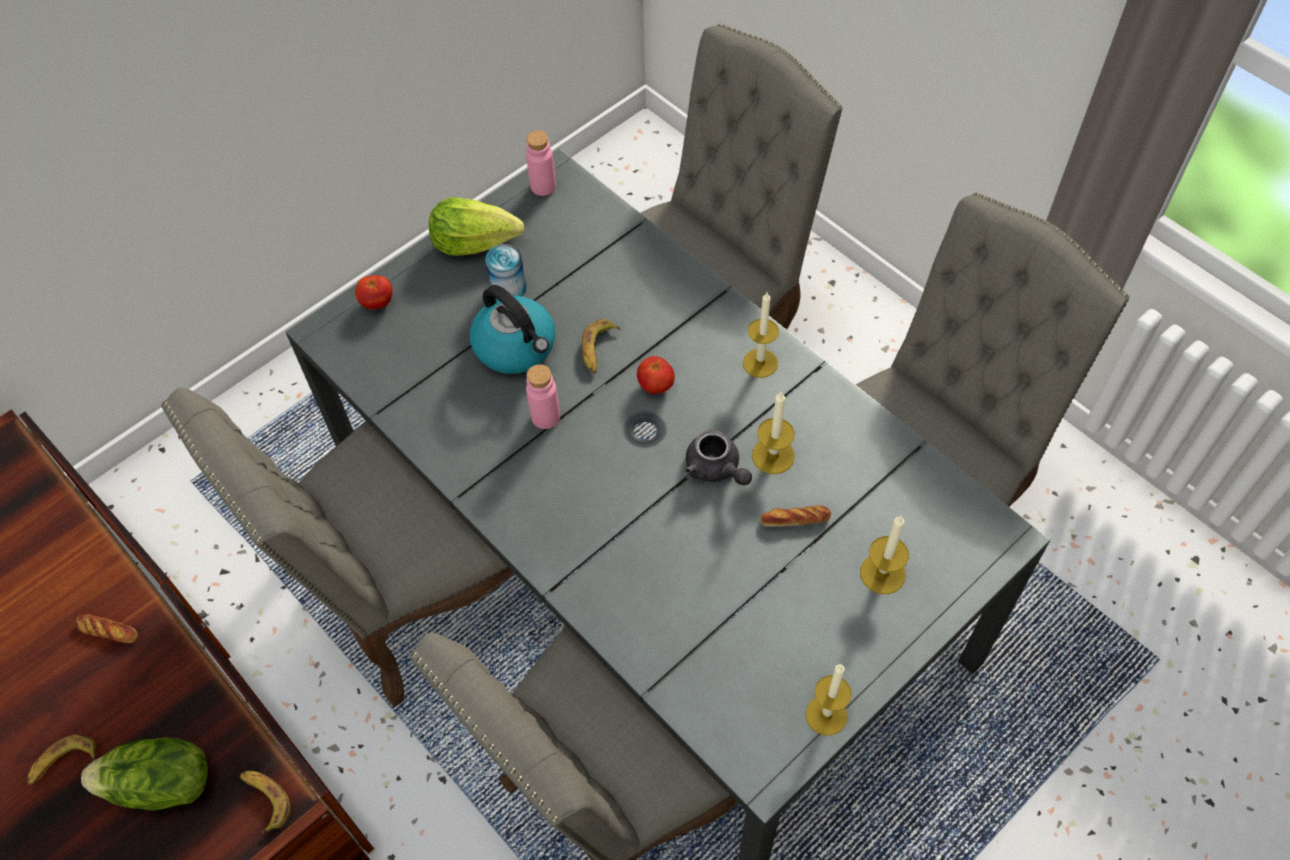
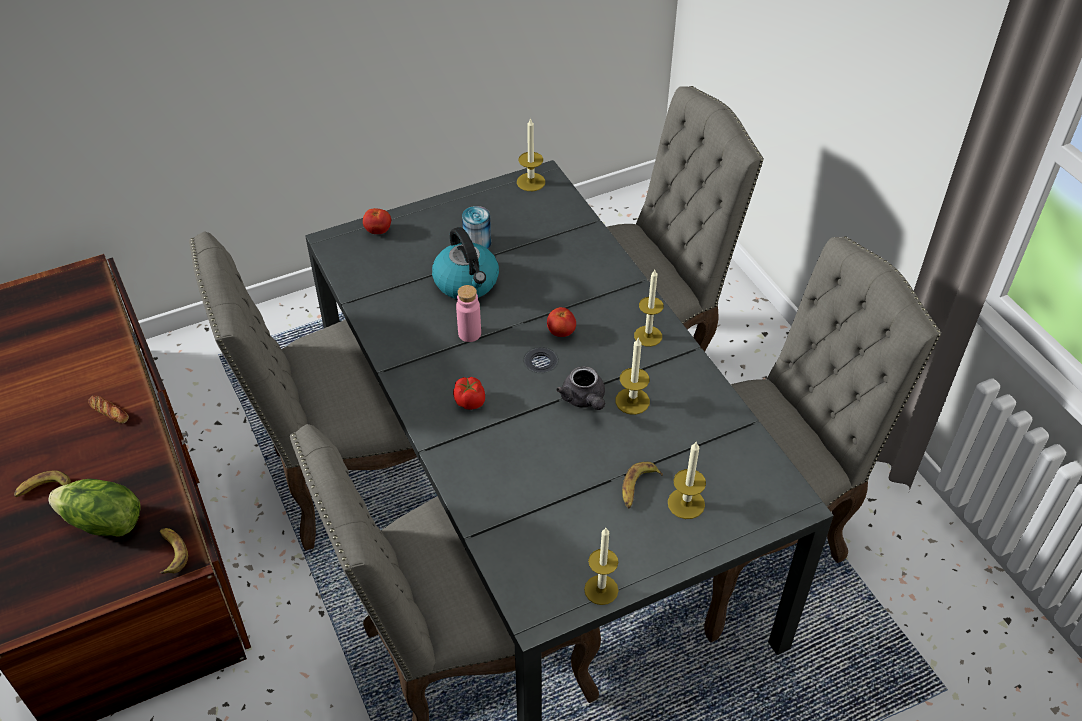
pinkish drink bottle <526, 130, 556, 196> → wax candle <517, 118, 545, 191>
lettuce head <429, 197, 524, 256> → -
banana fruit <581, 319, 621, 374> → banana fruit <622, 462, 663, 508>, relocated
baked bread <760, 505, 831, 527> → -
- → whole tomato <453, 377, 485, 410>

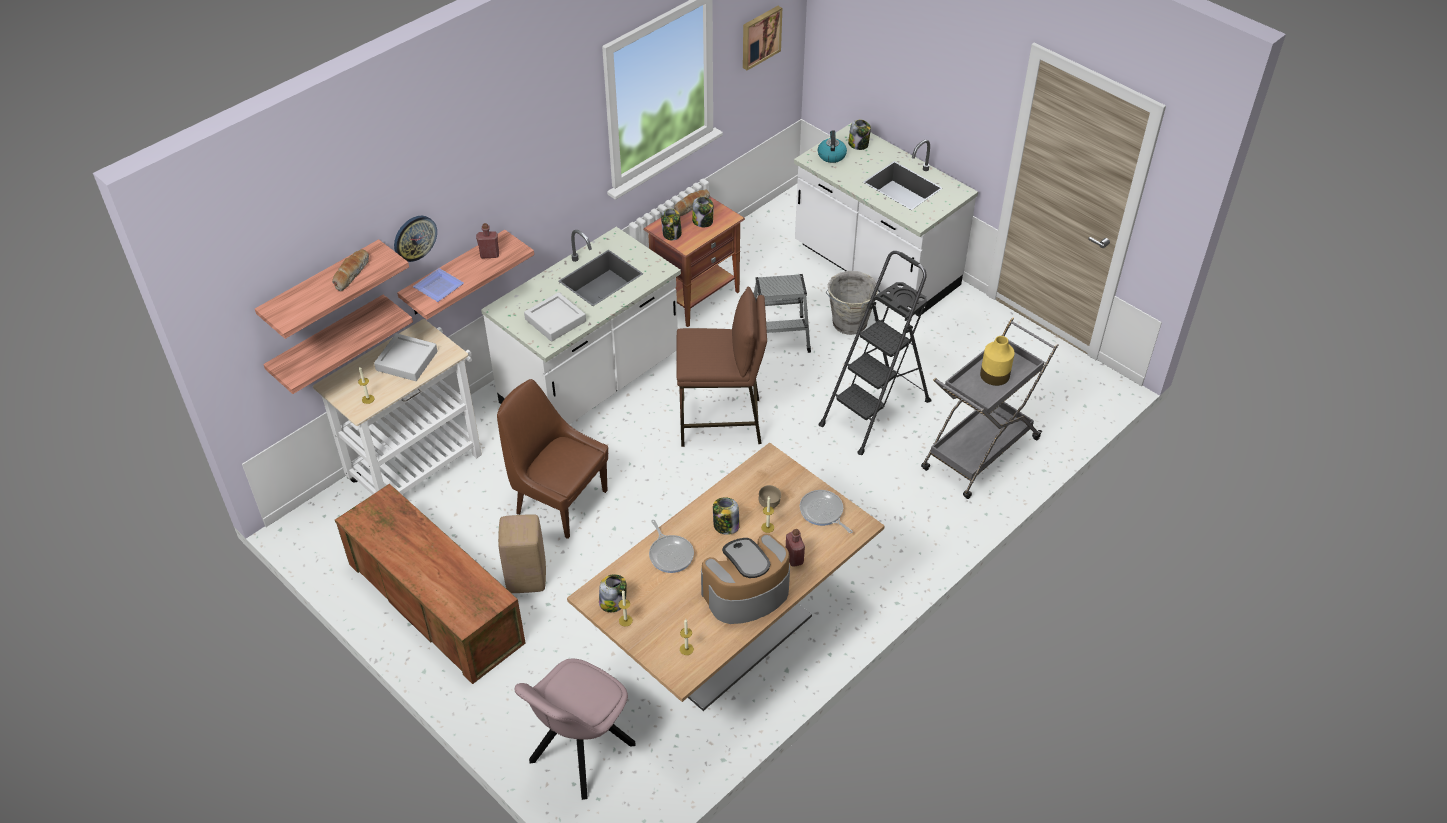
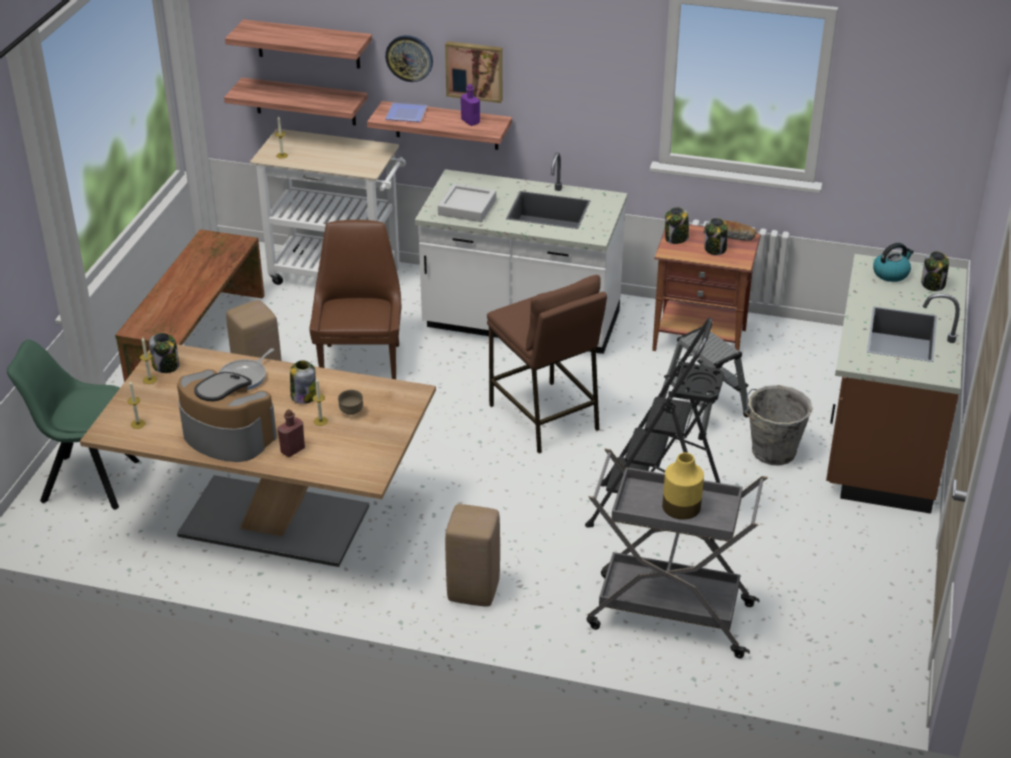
wall art <743, 6, 782, 70> → wall art <445, 41, 503, 103>, relocated
whitish counter <794, 123, 978, 317> → brownish counter <826, 254, 967, 514>
red-coloured drink bottle <476, 223, 499, 259> → purple-coloured drink bottle <461, 84, 480, 126>
baked bread <332, 249, 369, 291> → -
gray serving tray <374, 333, 438, 381> → -
pan <800, 490, 853, 533> → -
pinkish plain chair <514, 659, 636, 800> → greenish plain chair <7, 340, 140, 510>
- → beige stool seat <445, 504, 500, 607>

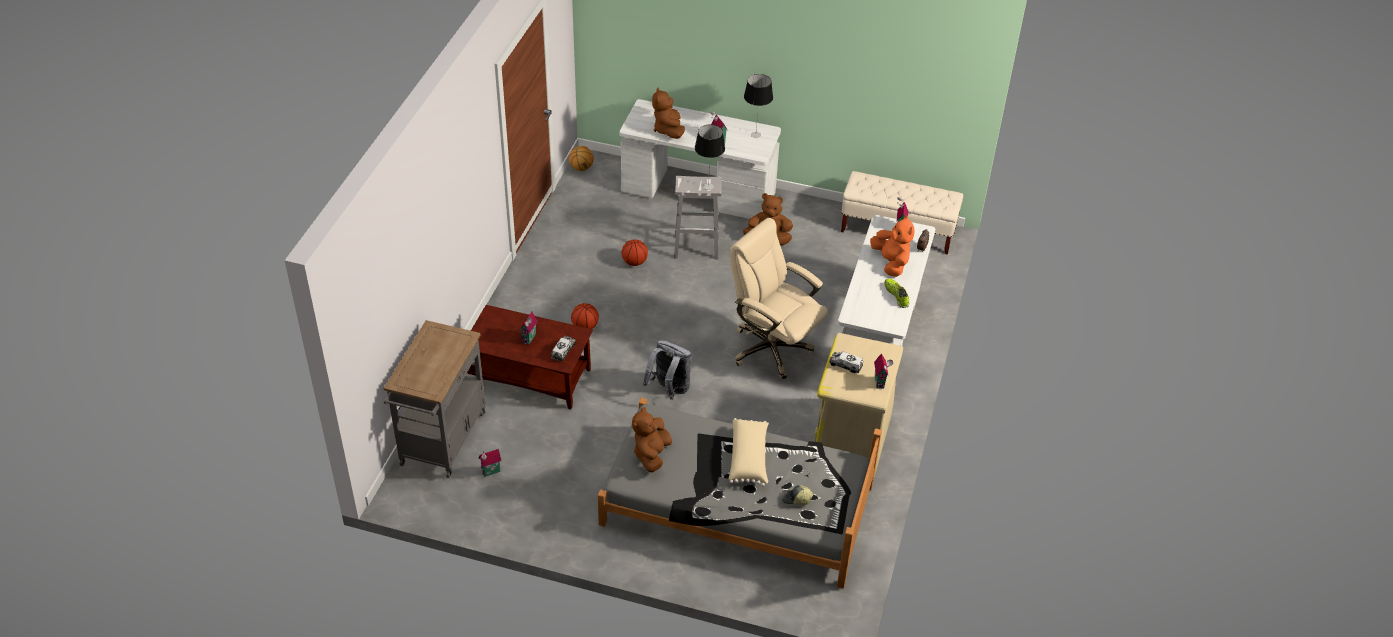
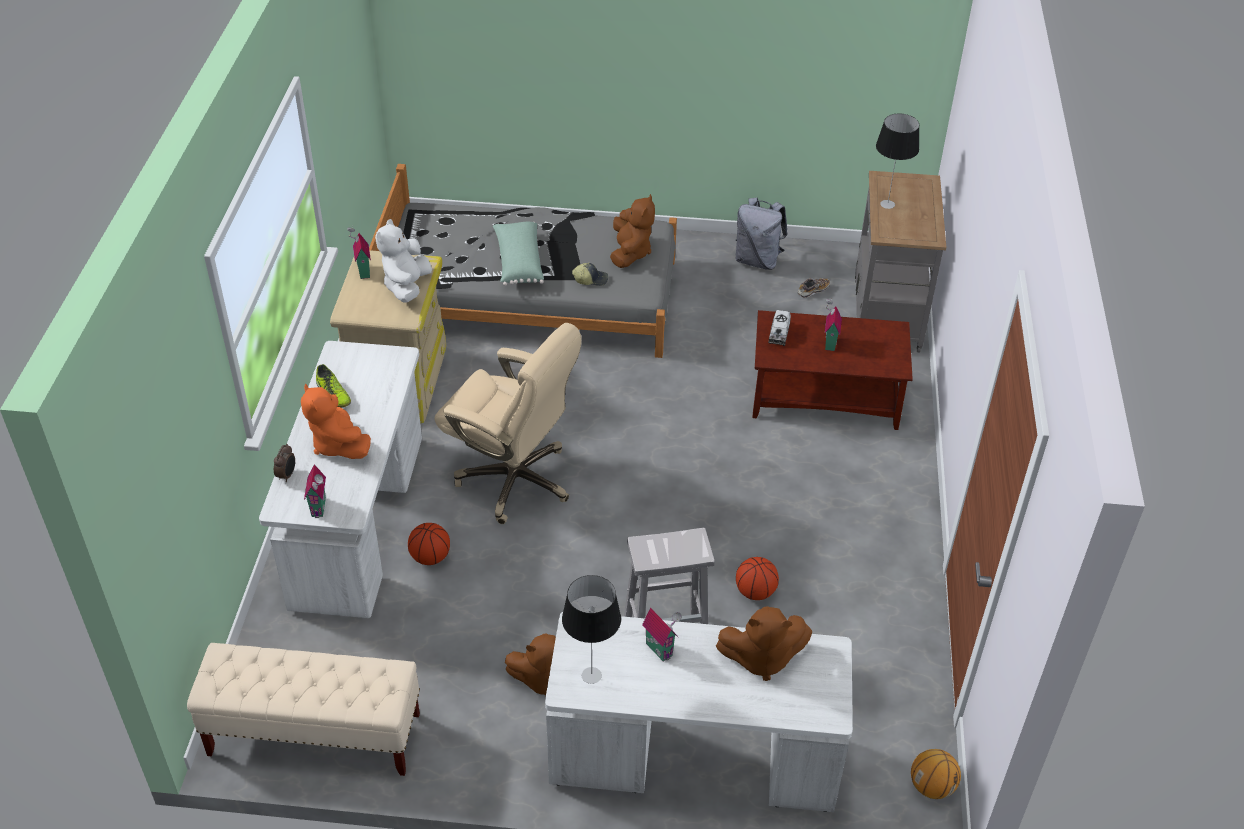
brownish plush toy <652, 88, 685, 139> → brownish plush toy <716, 607, 812, 681>, 105 degrees clockwise
tabletop lamp <695, 124, 725, 190> → tabletop lamp <876, 114, 919, 209>, relocated
ball for basketball <571, 303, 599, 329> → ball for basketball <408, 523, 450, 565>, relocated
gray rucksack <643, 340, 692, 400> → gray rucksack <735, 197, 788, 270>, relocated
toy lorry <830, 352, 863, 373> → whitish plush toy <375, 219, 432, 303>
beige cushion <729, 418, 769, 486> → greenish cushion <493, 222, 544, 286>
model house <478, 449, 501, 477> → low shoe <797, 278, 830, 298>
baseball cap <781, 485, 813, 505> → baseball cap <572, 263, 608, 286>, relocated

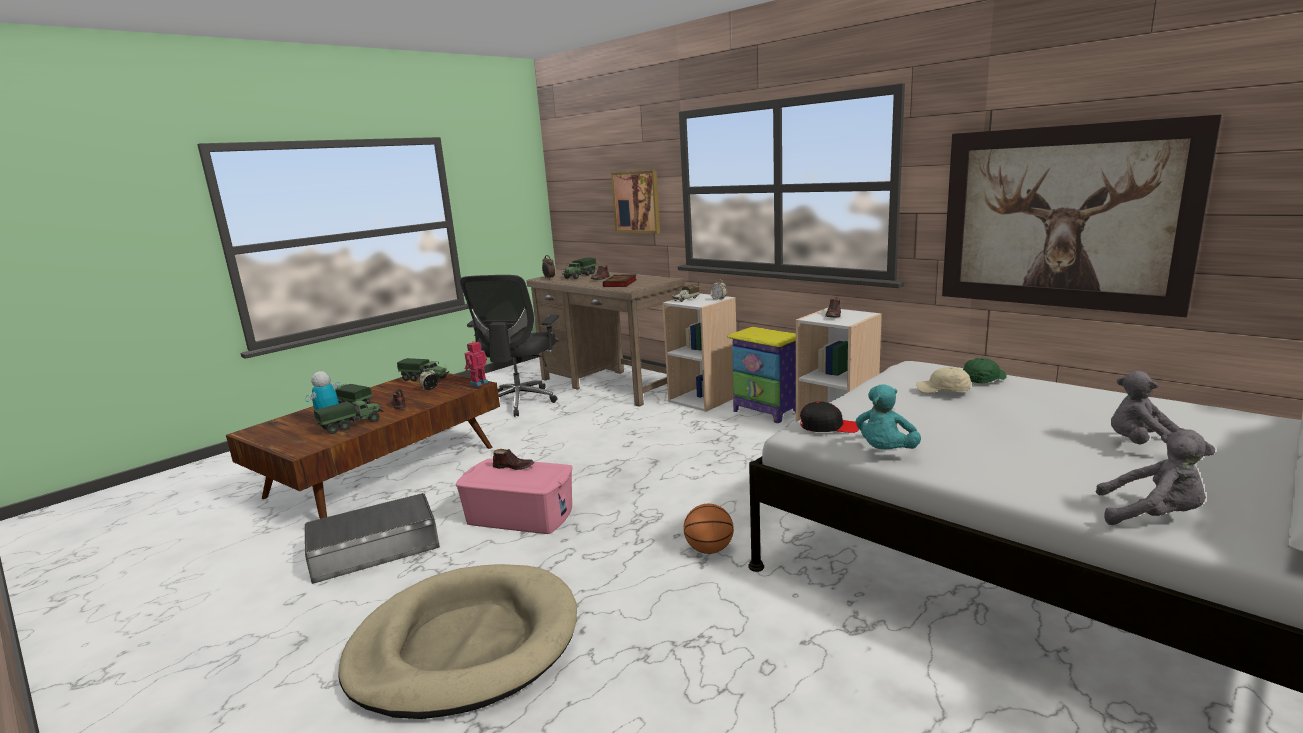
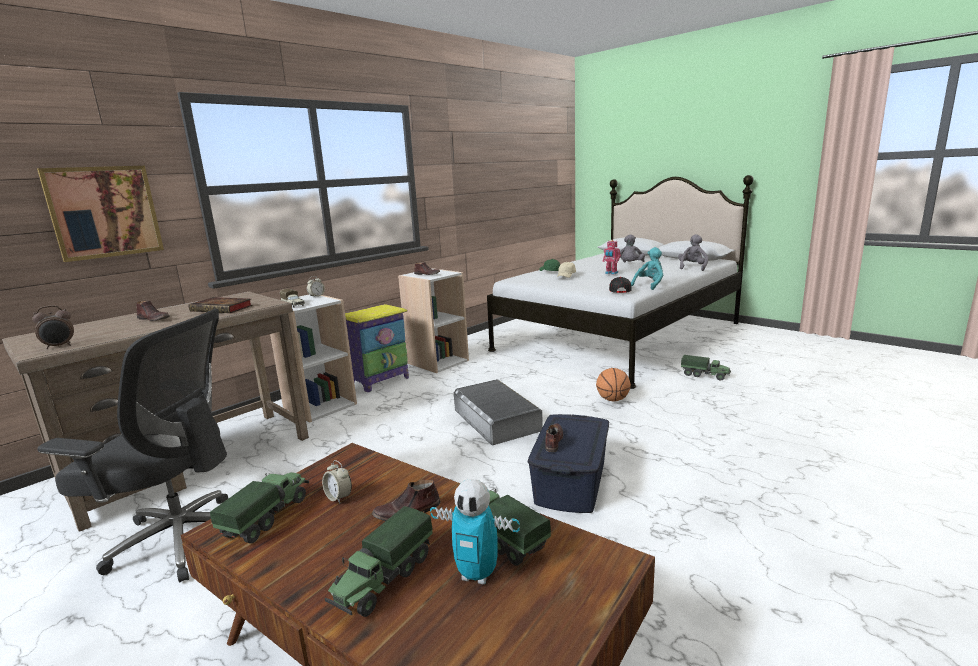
wall art <942, 114, 1222, 317> → -
toy lorry <562, 257, 596, 279> → toy lorry <681, 355, 731, 381>, relocated
robot figure <465, 341, 488, 386> → robot figure <603, 240, 621, 275>, relocated
blue-green plush toy <856, 384, 921, 450> → blue-green plush toy <631, 247, 663, 290>, 75 degrees counterclockwise
pinkish storage bin <456, 459, 573, 534> → blue storage bin <528, 414, 609, 513>
gray storage bin <305, 493, 440, 584> → gray storage bin <454, 379, 543, 445>, relocated
beige dog bed <338, 564, 577, 719> → -

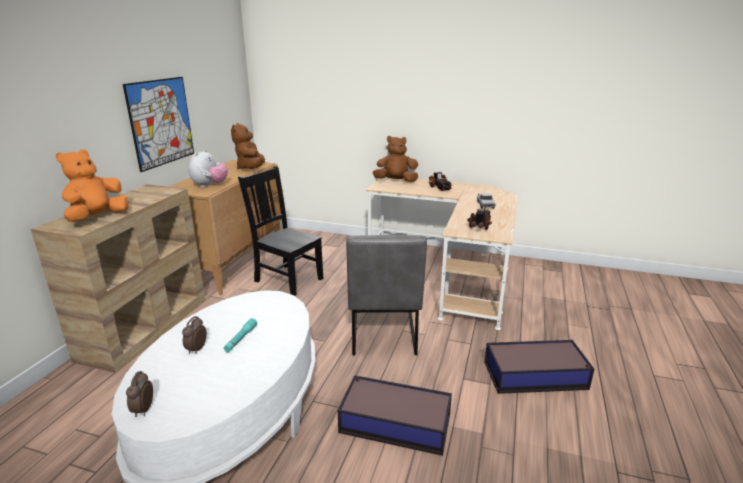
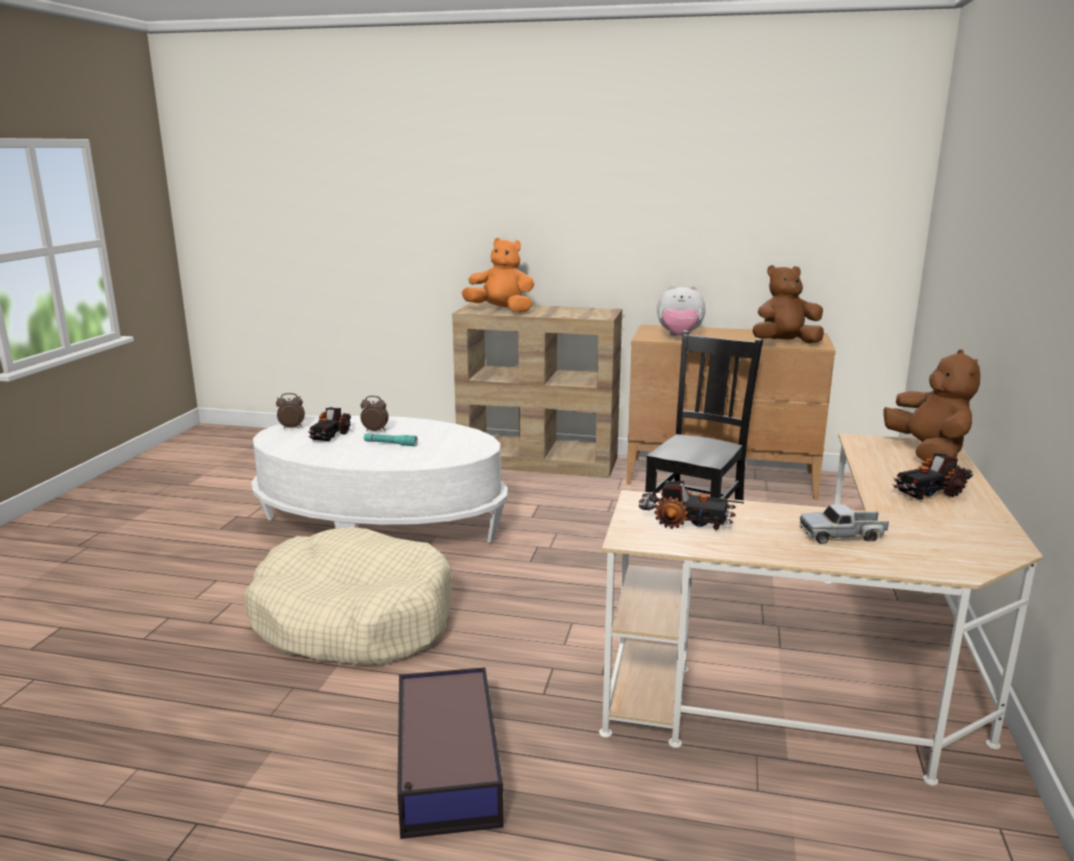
wall art <123, 77, 194, 172> → -
gray plain chair <346, 235, 427, 356> → -
storage bin <338, 375, 452, 456> → beige dog bed <244, 527, 452, 666>
- → toy lorry <308, 407, 351, 441>

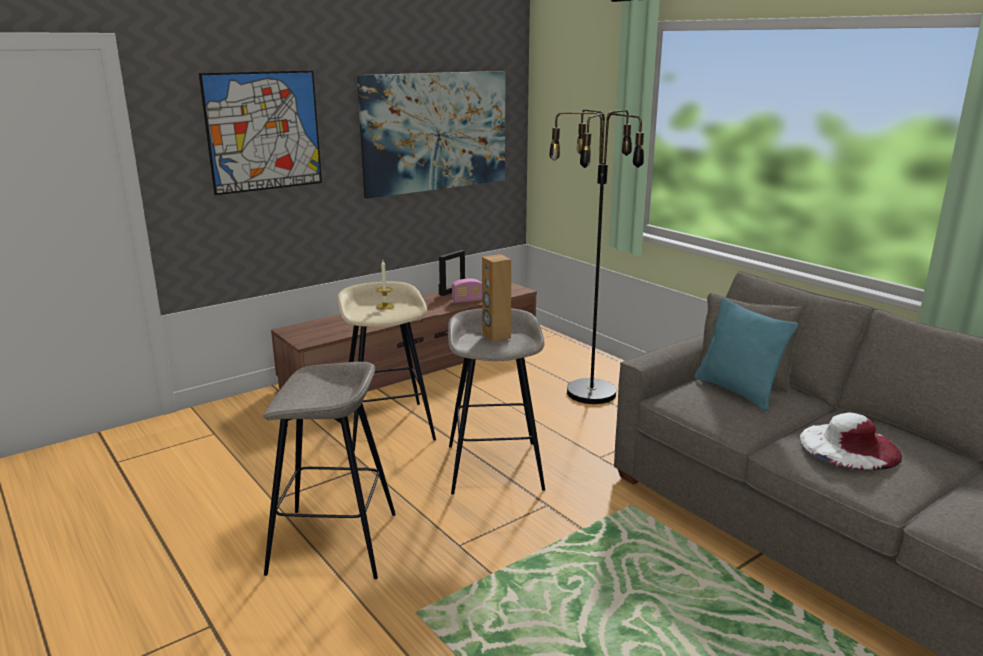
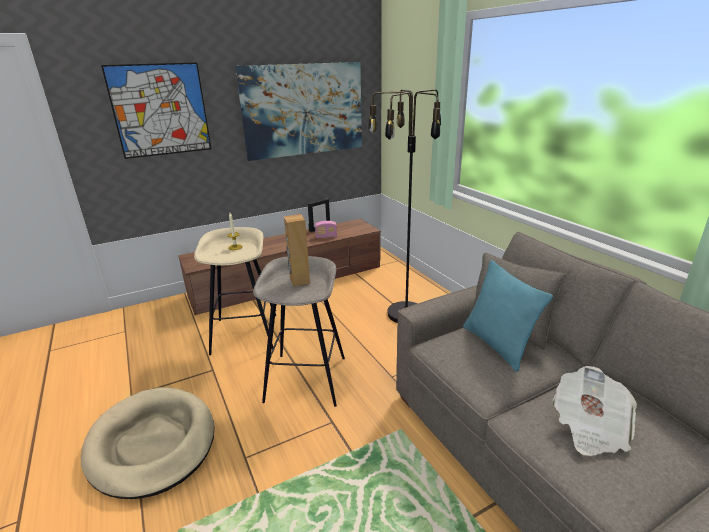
gray stool seat <263, 362, 396, 579> → beige dog bed <81, 387, 214, 499>
whitish hat <800, 413, 902, 470> → newspaper <553, 366, 637, 456>

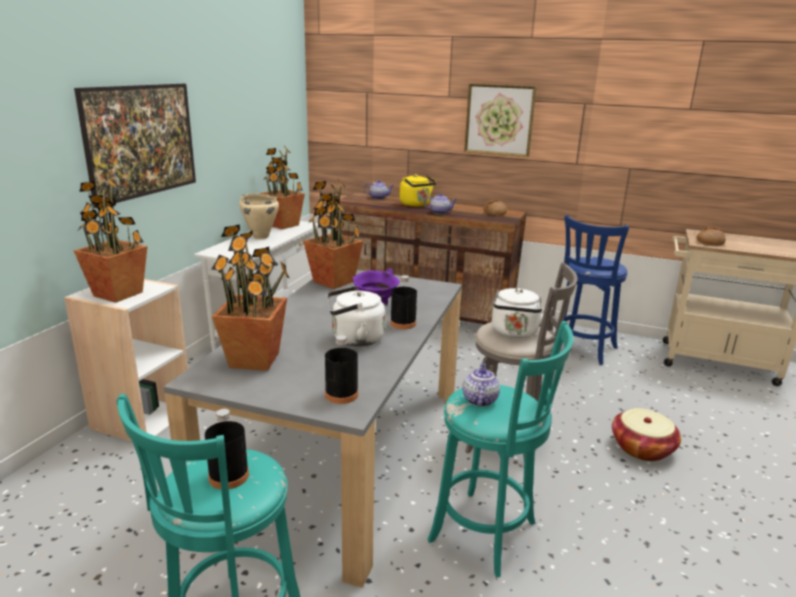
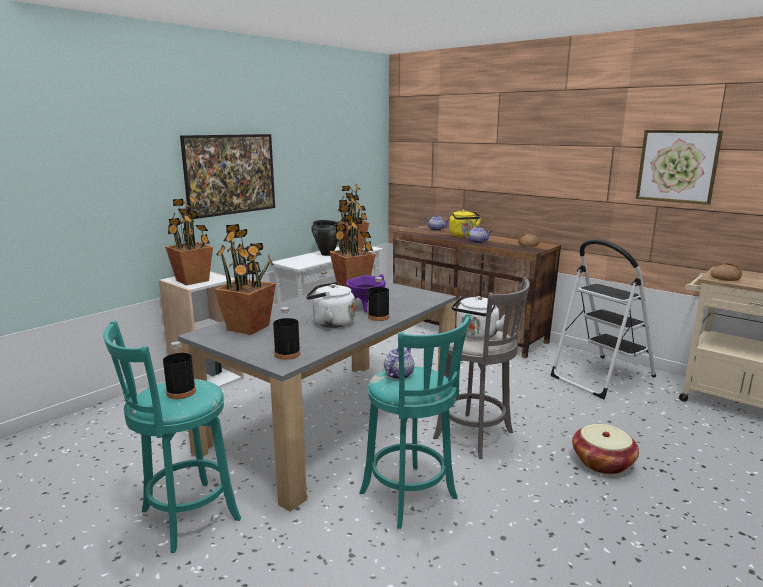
wall art <464, 84, 536, 157> → wall art <636, 130, 723, 205>, relocated
beige stockpot <239, 193, 279, 239> → black stockpot <311, 220, 339, 256>
blue stool seat <563, 215, 629, 365> → step ladder <550, 239, 656, 399>

